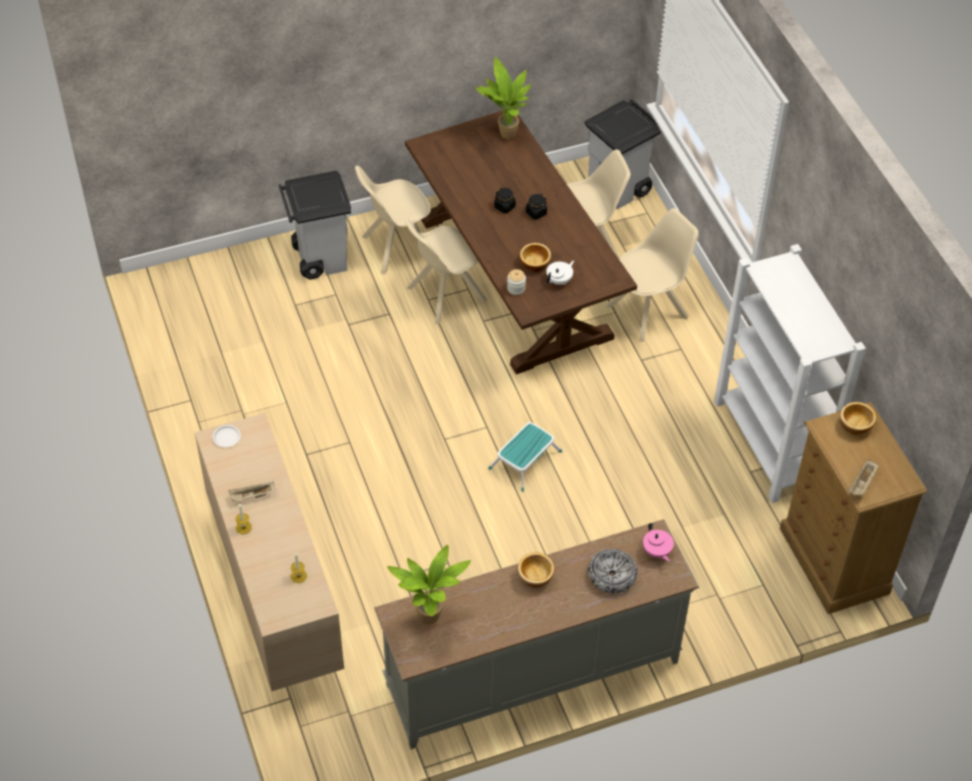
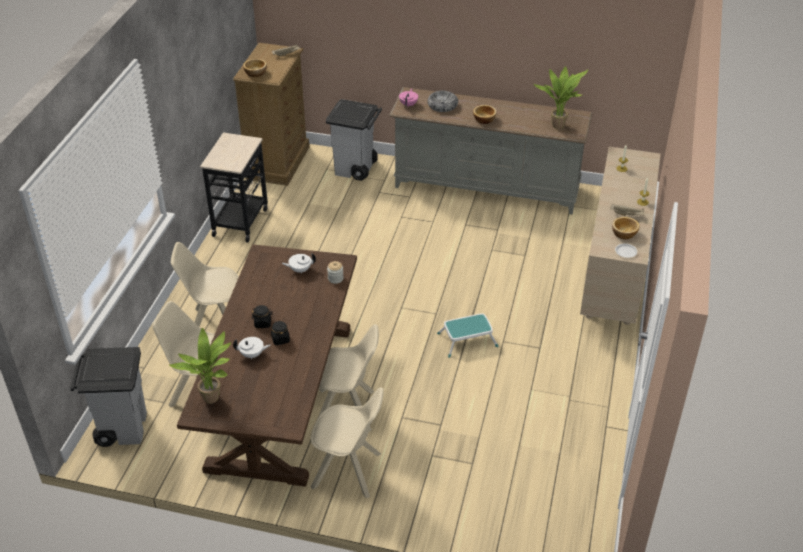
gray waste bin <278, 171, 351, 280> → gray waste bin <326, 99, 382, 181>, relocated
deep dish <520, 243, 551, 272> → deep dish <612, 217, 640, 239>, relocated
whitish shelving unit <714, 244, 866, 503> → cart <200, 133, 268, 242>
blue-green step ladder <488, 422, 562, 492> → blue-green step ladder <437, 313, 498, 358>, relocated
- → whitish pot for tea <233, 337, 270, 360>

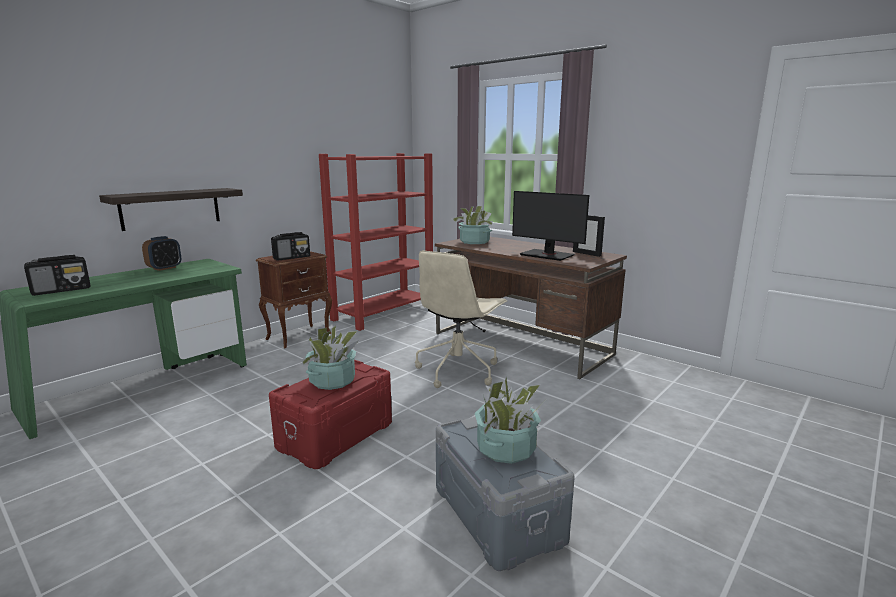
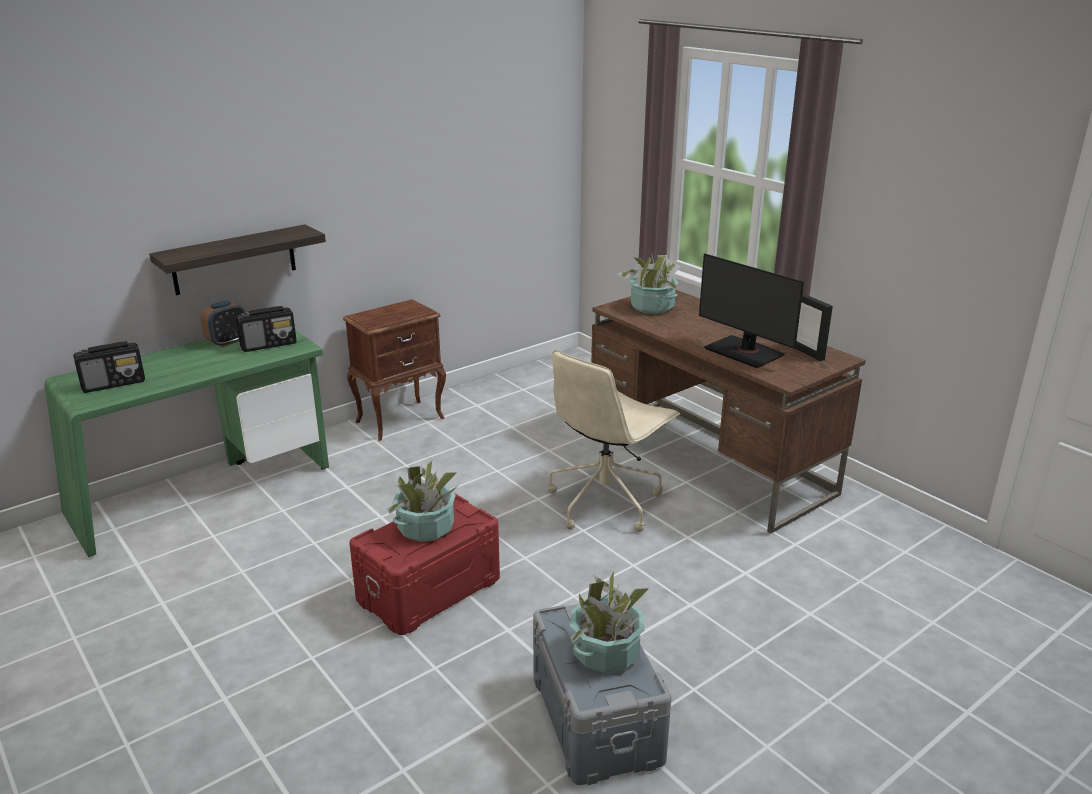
red-coloured shelving unit <319, 153, 433, 331> → -
radio <271, 232, 310, 260> → radio <236, 306, 297, 352>, relocated

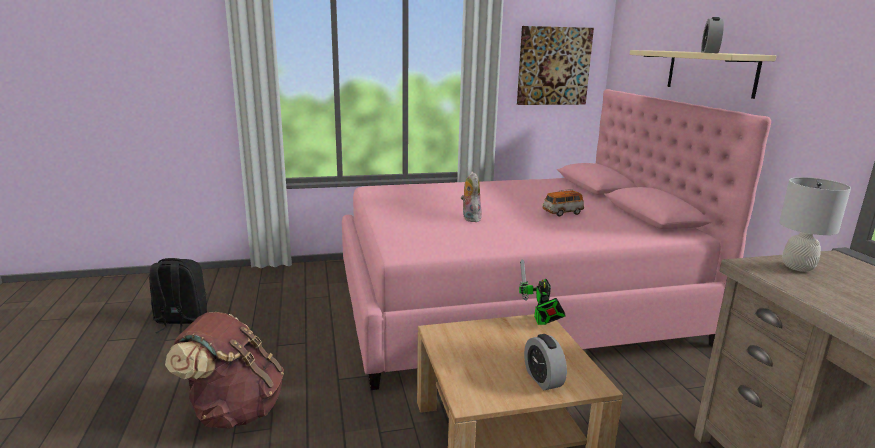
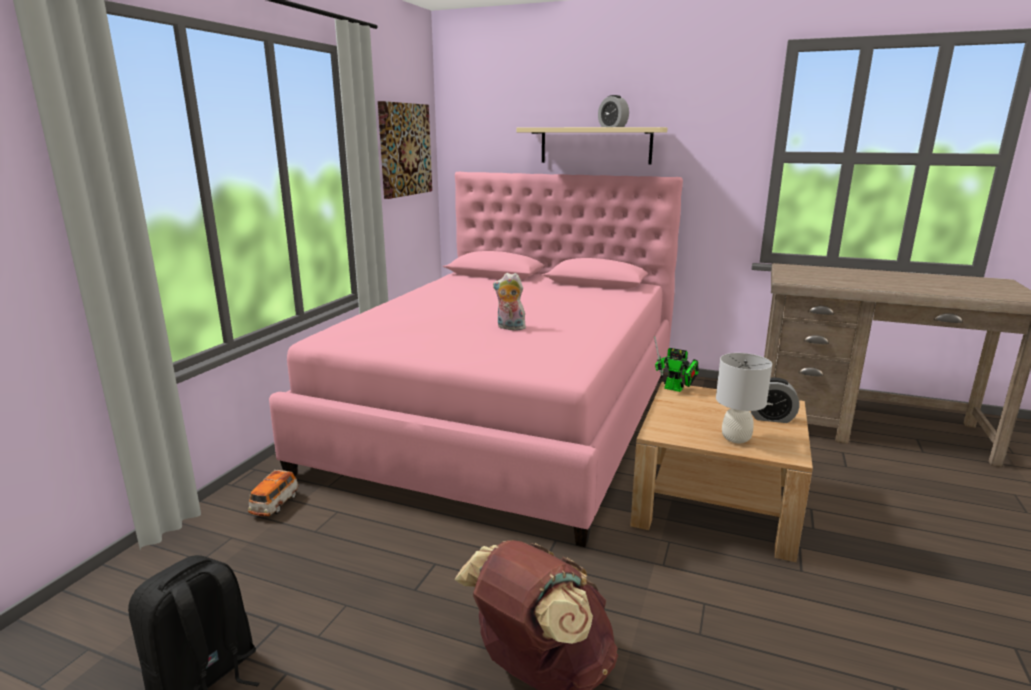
gray tabletop lamp <779, 177, 851, 272> → gray tabletop lamp <716, 353, 772, 444>, relocated
miniature car <542, 189, 584, 216> → miniature car <248, 469, 299, 516>, relocated

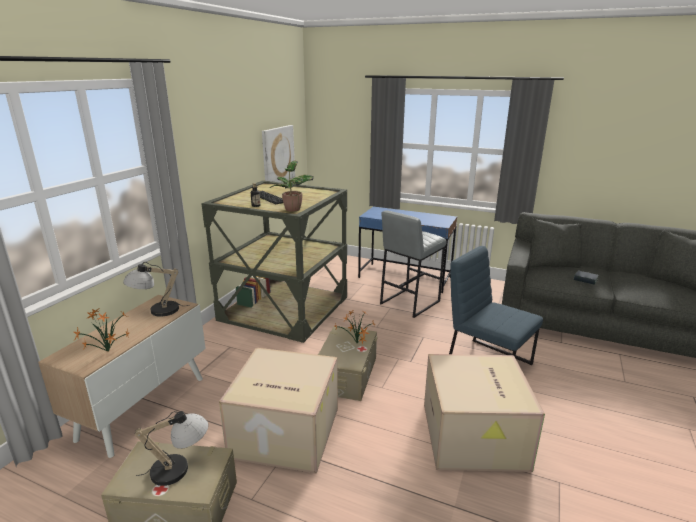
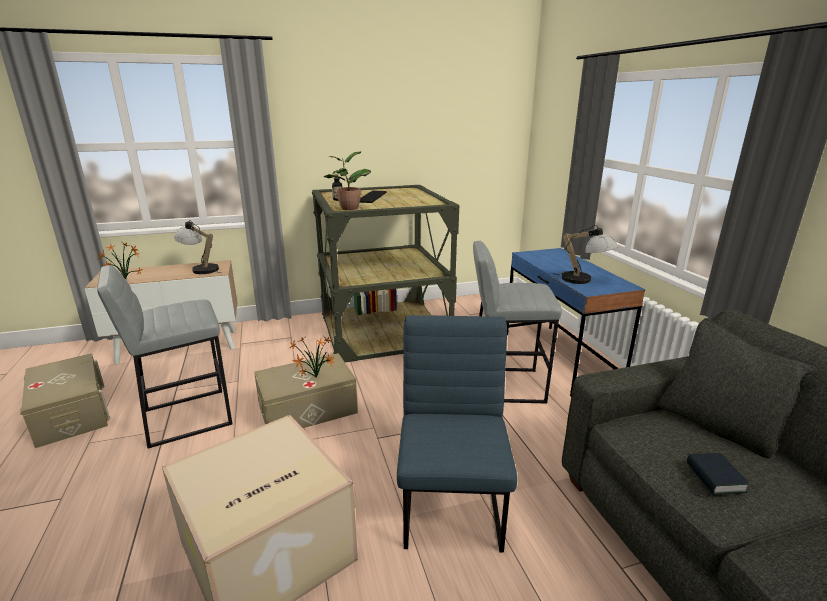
wall art <262, 125, 295, 183> → -
carton <219, 348, 338, 474> → gray stool seat <97, 265, 232, 448>
tabletop lamp <134, 411, 208, 486> → tabletop lamp <553, 225, 618, 284>, relocated

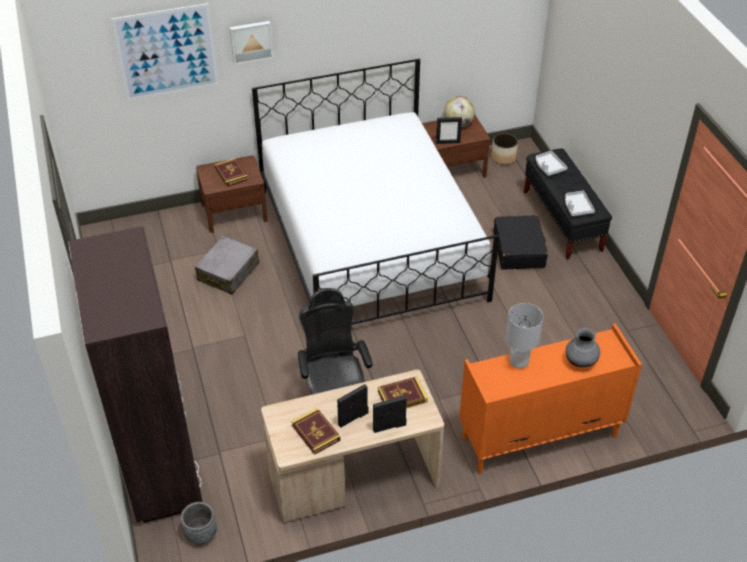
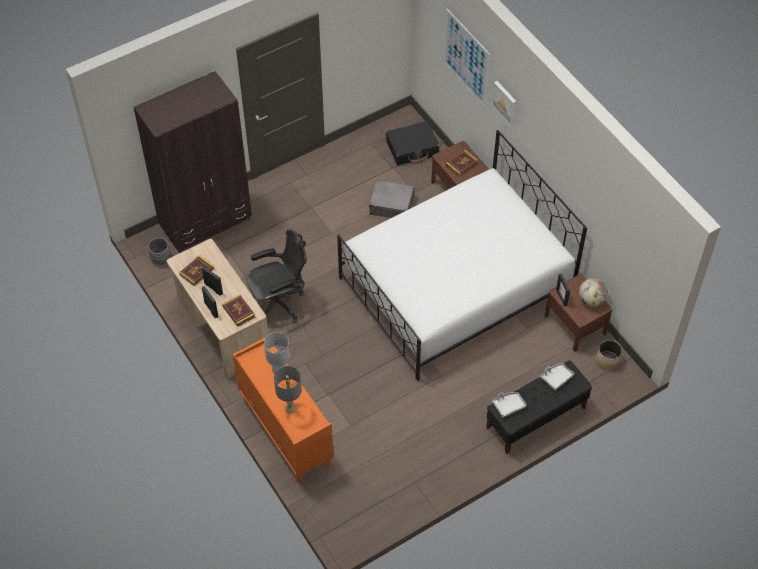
black suitcase <494, 215, 548, 270> → black suitcase <386, 121, 439, 165>, relocated
gray flower vase <566, 328, 600, 367> → gray tabletop lamp <274, 366, 302, 413>

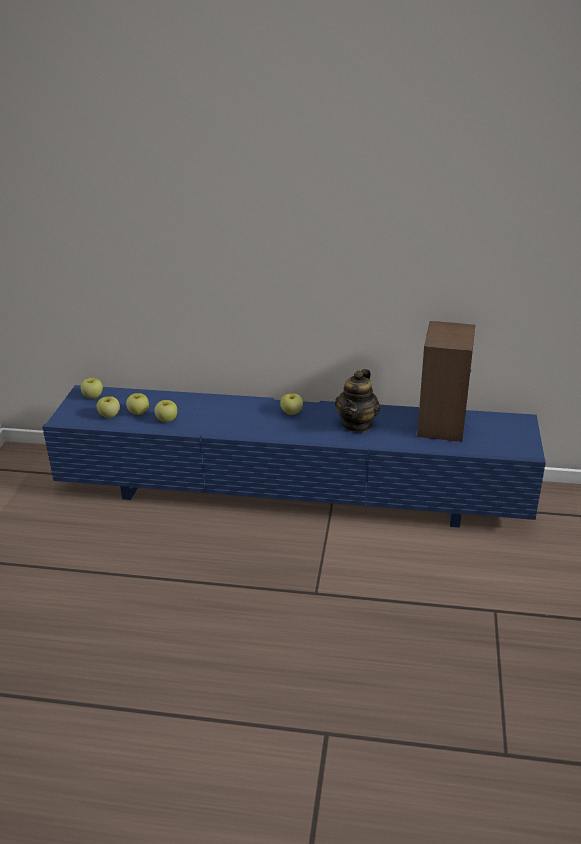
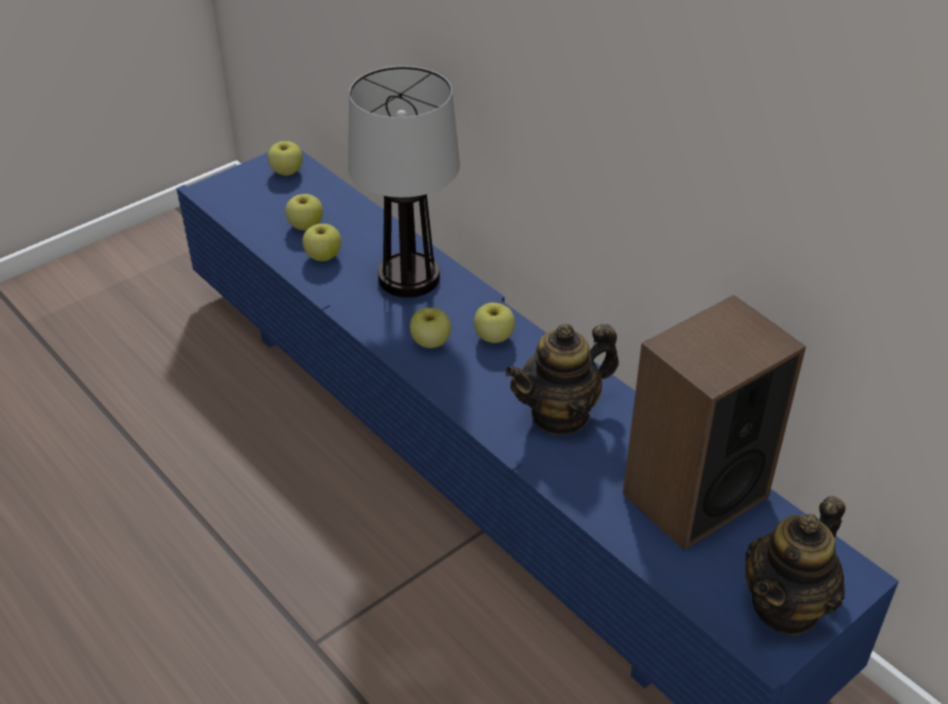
whole apple <96, 396, 120, 418> → whole apple <410, 308, 451, 348>, relocated
- → tabletop lamp <348, 66, 460, 298>
- → pot for tea <745, 496, 845, 636>

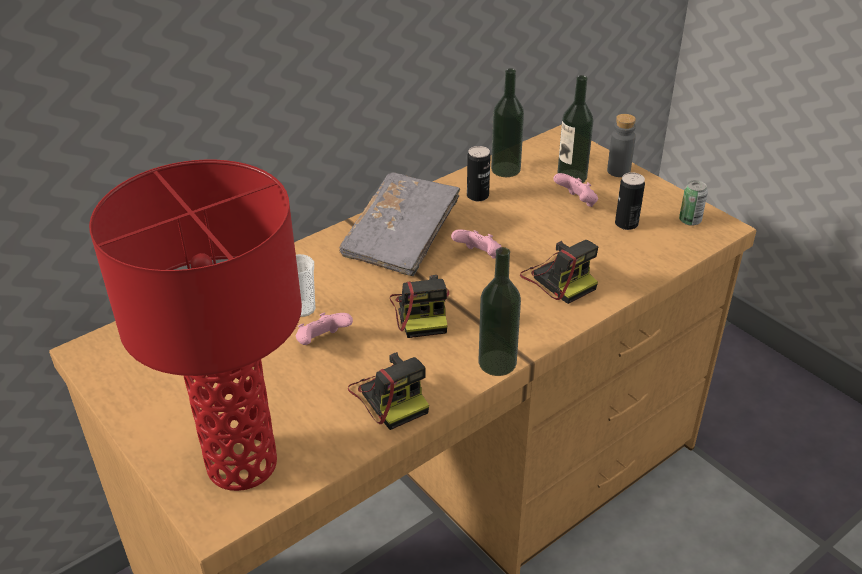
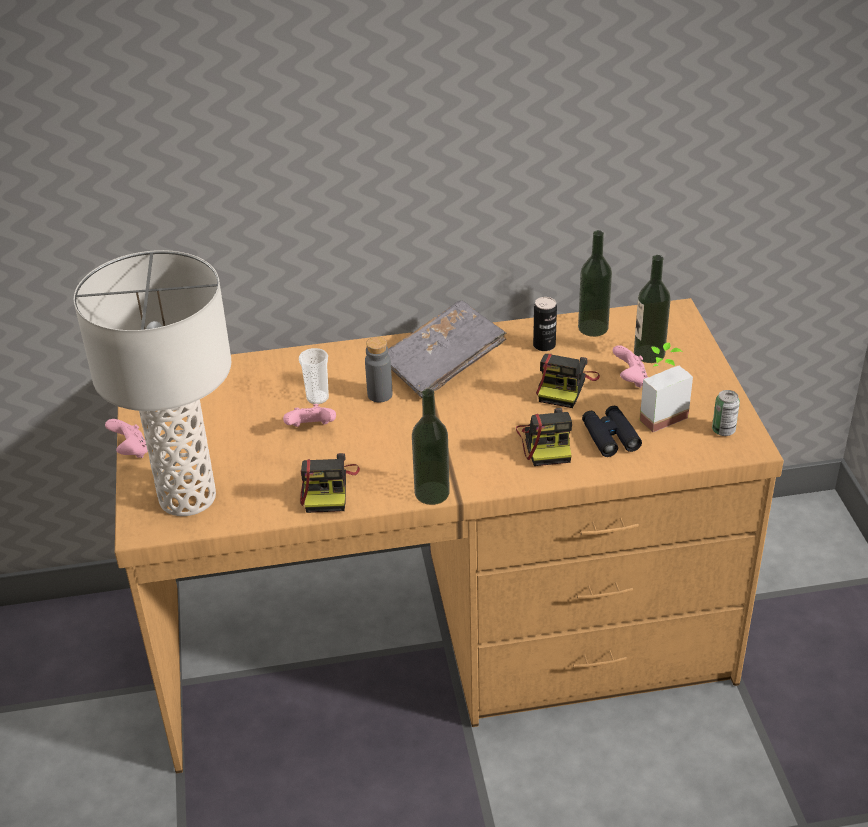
gray drink bottle <607, 114, 636, 177> → gray drink bottle <365, 337, 392, 402>, relocated
red-coloured tabletop lamp <89, 160, 302, 491> → whitish tabletop lamp <74, 250, 231, 516>
sealed can <615, 172, 645, 230> → houseplant <640, 343, 693, 432>
pinkish game controller <451, 229, 501, 258> → pinkish game controller <105, 419, 148, 458>, relocated
photo camera <390, 275, 449, 338> → photo camera <536, 354, 600, 408>, relocated
- → black field glasses <582, 406, 642, 457>

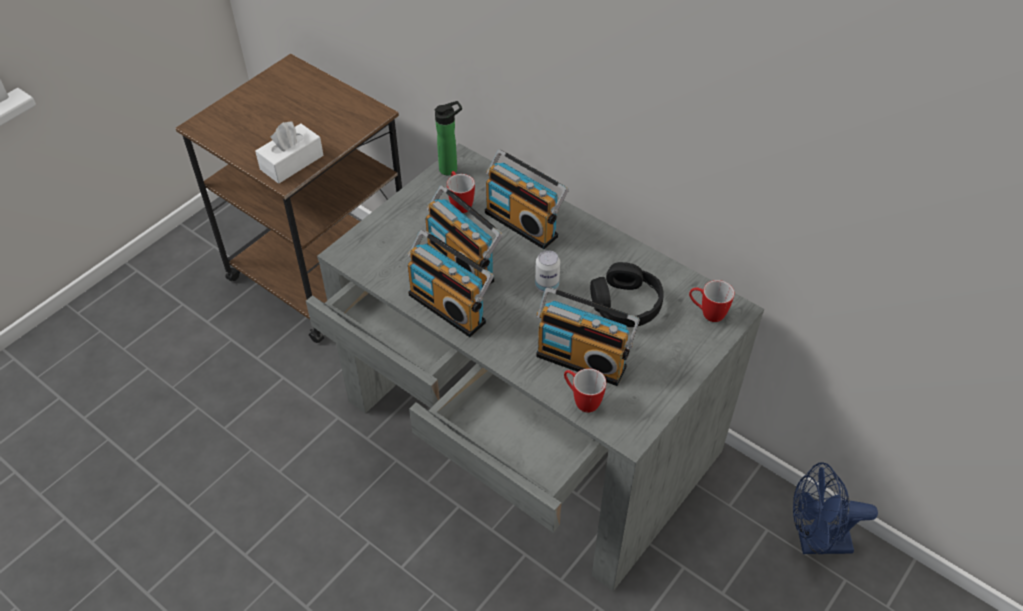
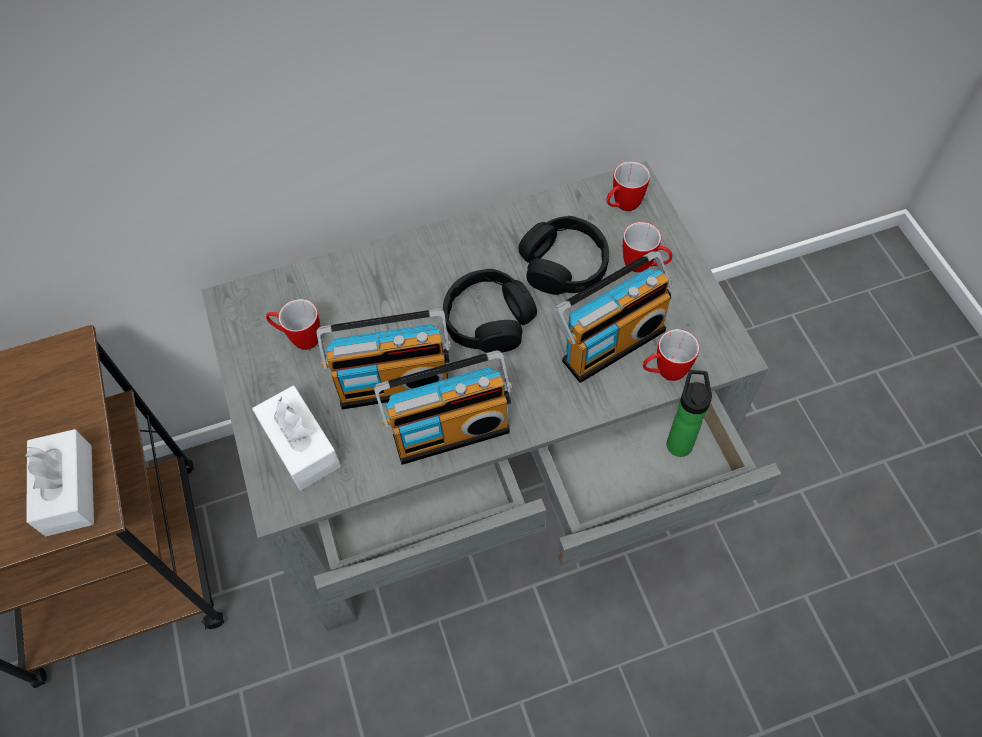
drink bottle <435, 101, 462, 175> → drink bottle <667, 370, 712, 457>, relocated
radio <485, 149, 569, 249> → -
sealed can <535, 250, 560, 293> → black pair of headphones <443, 269, 537, 353>
blue fan <793, 462, 878, 554> → -
- → mug <623, 222, 673, 272>
- → whitish box of tissues <252, 386, 341, 490>

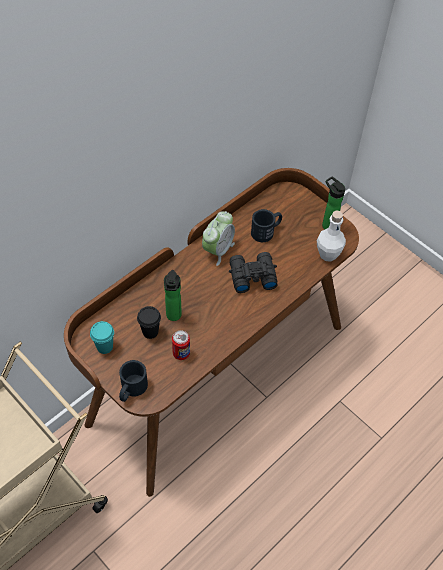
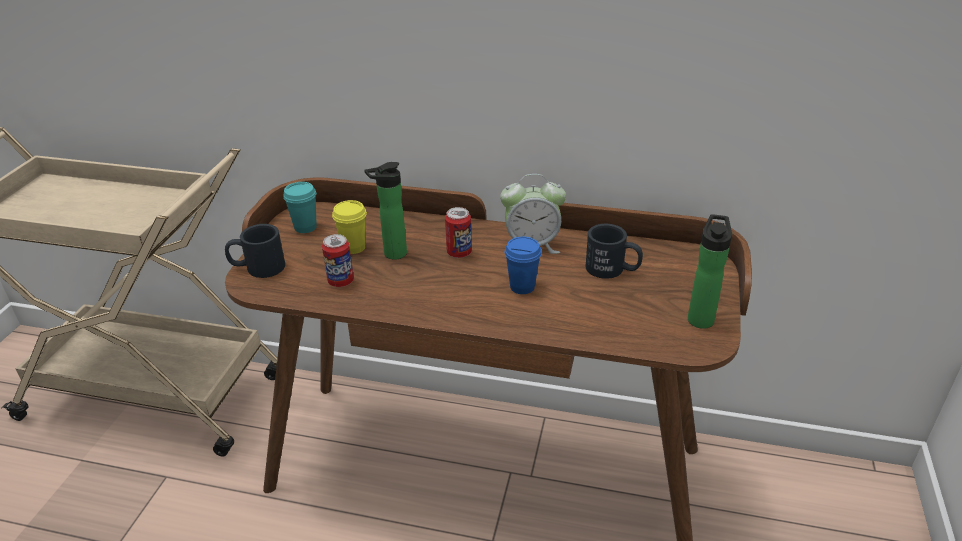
whitish drink bottle <317, 211, 346, 262> → -
black field glasses <229, 252, 277, 293> → blue drinking cup <505, 237, 542, 294>
black drinking cup <137, 306, 161, 339> → yellow-coloured drinking cup <332, 200, 367, 254>
- → sealed can <445, 207, 472, 258>

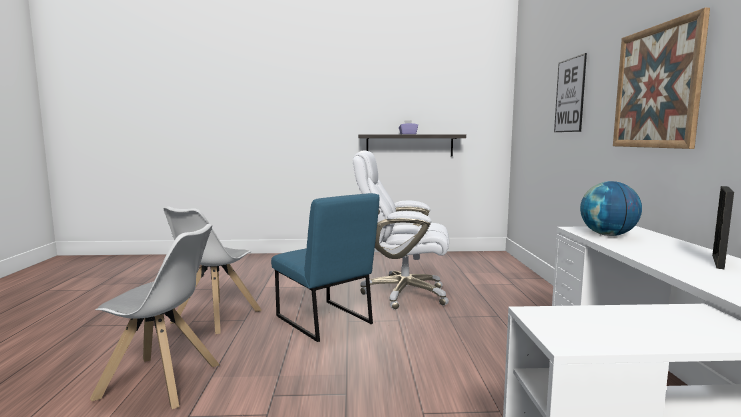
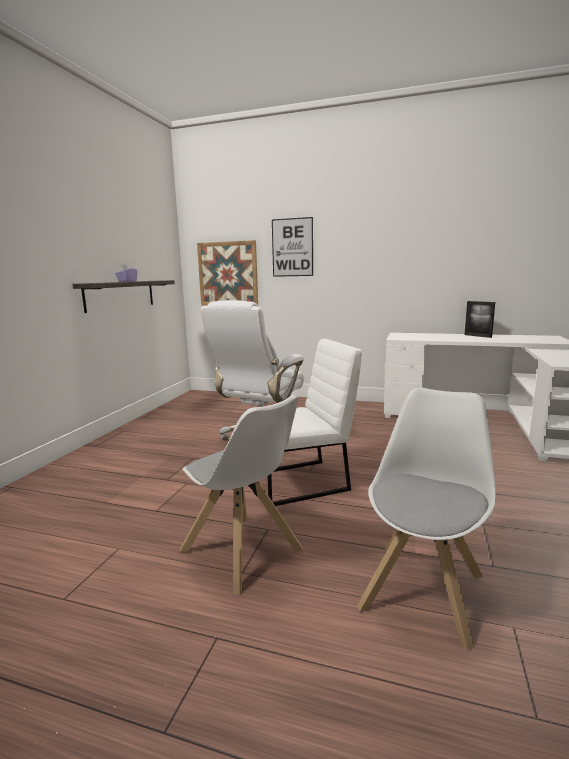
wall art <613, 8, 710, 149> → wall art <197, 240, 258, 306>, relocated
globe <580, 181, 642, 236> → -
blue plain chair <271, 193, 379, 342> → whitish plain chair <268, 339, 362, 506>

